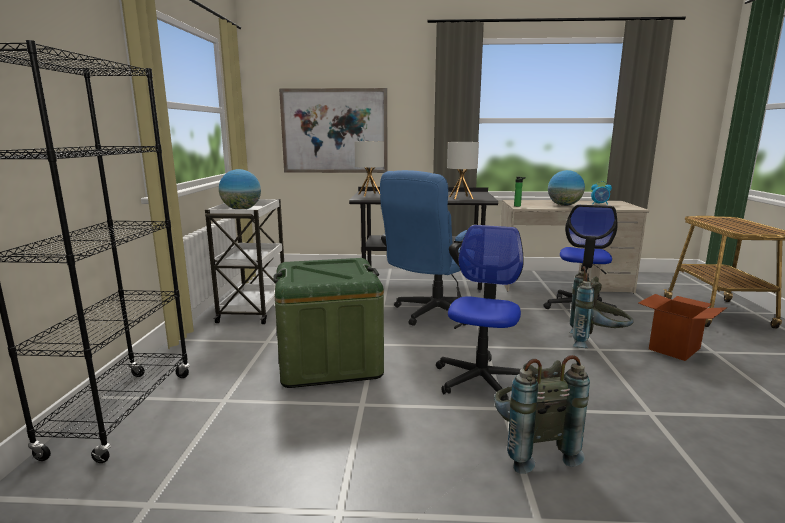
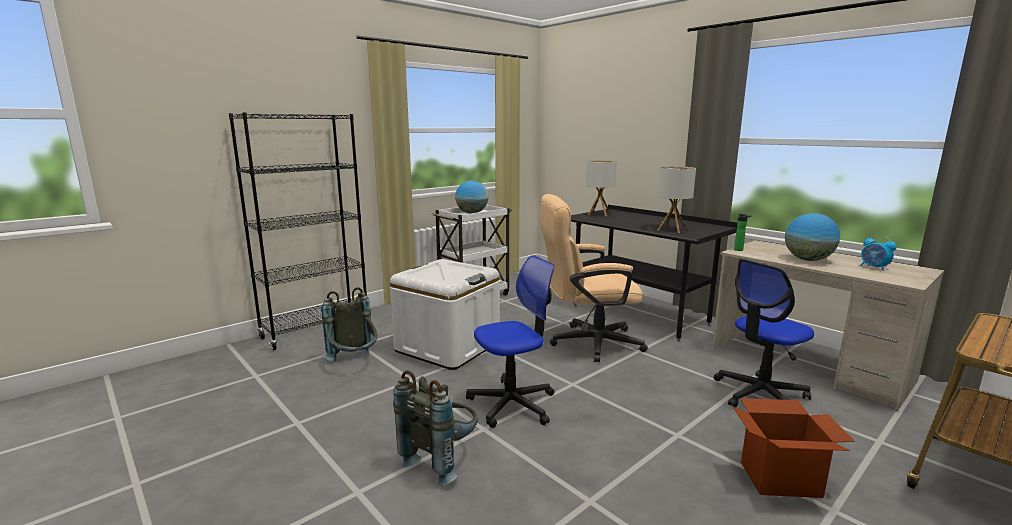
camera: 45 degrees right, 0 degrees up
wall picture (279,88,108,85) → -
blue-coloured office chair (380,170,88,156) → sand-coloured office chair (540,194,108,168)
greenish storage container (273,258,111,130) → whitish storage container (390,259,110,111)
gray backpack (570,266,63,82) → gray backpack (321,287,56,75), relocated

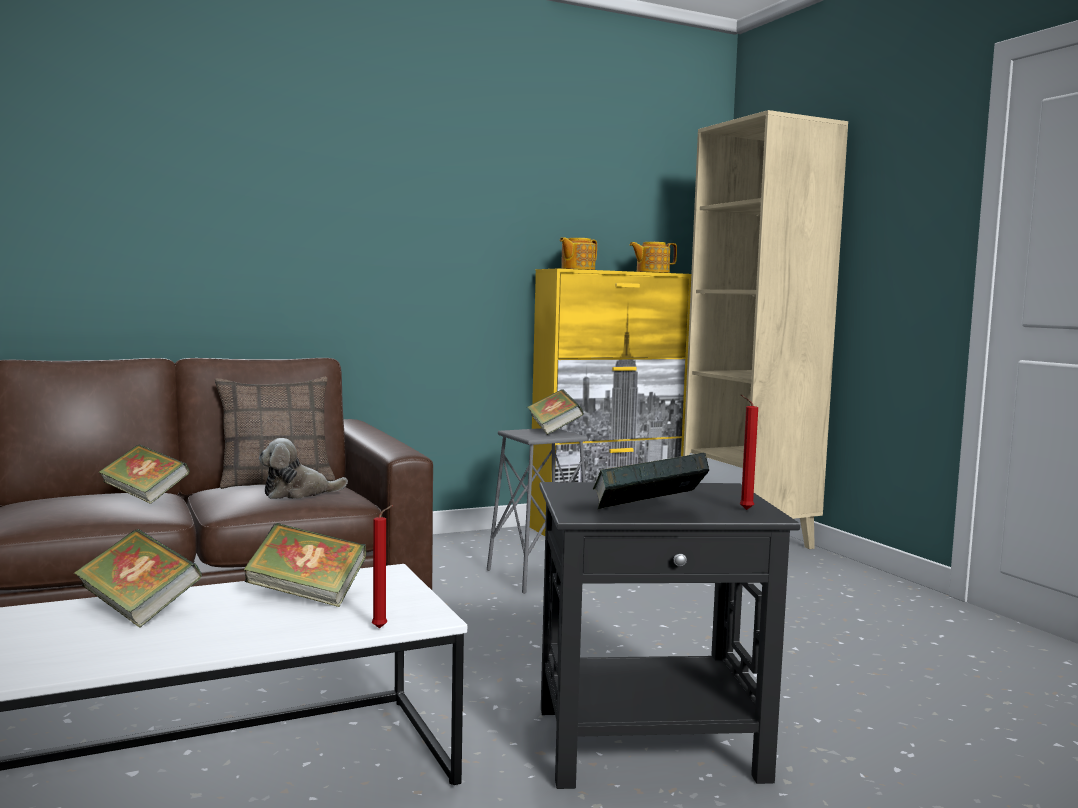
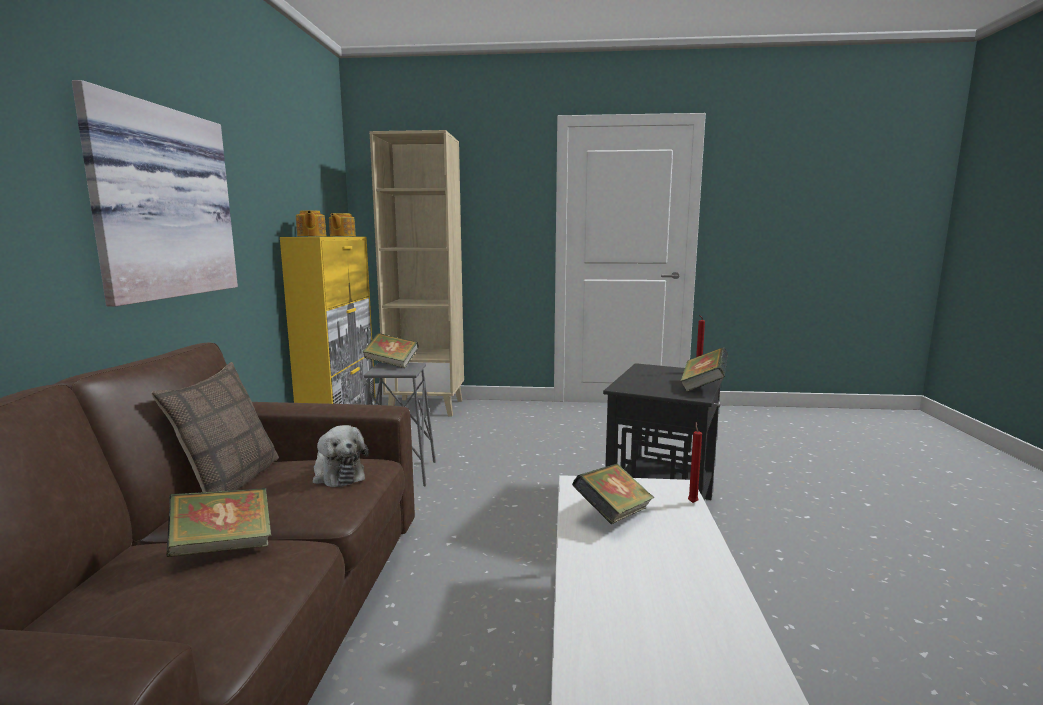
camera: 60 degrees left, 5 degrees up
cuddly toy (259,438,89,61) → cuddly toy (313,425,56,62), 45 degrees counterclockwise
bound book (73,529,129,99) → -
- → wall picture (72,80,166,226)

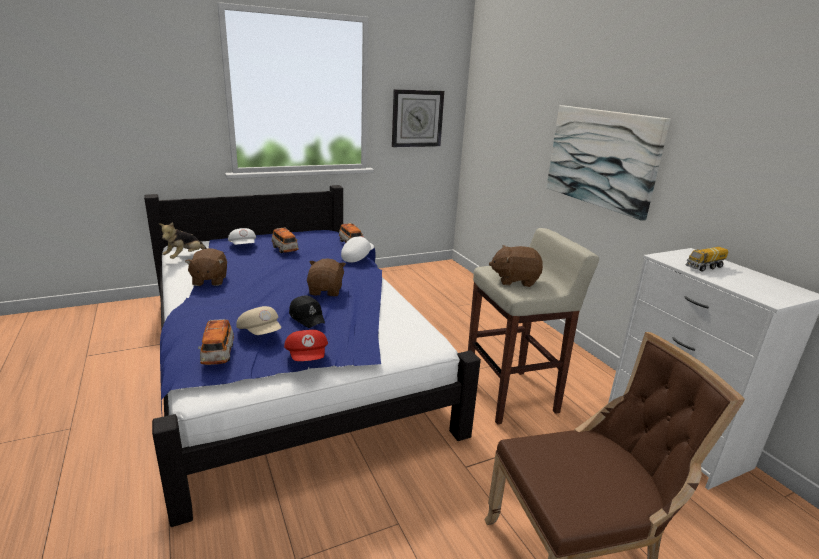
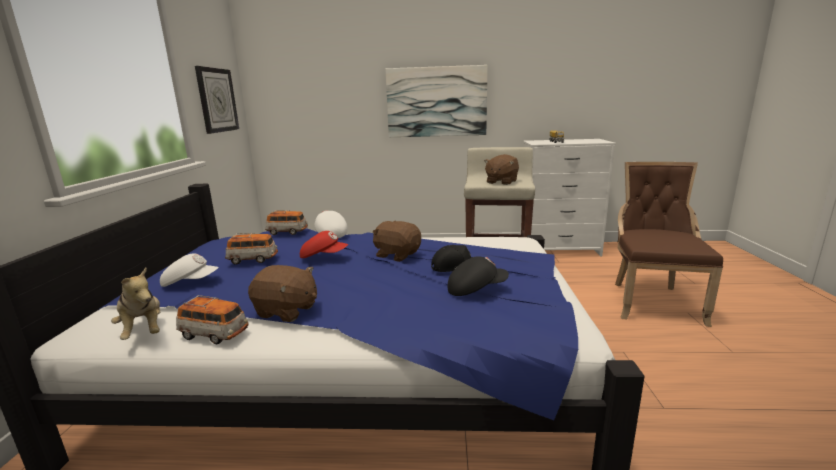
camera: 60 degrees left, 5 degrees down
sand-coloured baseball cap (236,306,45,29) → black-coloured baseball cap (448,256,61,40)
model car (198,319,36,46) → model car (176,295,73,49), relocated
red-coloured baseball cap (284,330,44,31) → red-coloured baseball cap (300,231,48,27), relocated

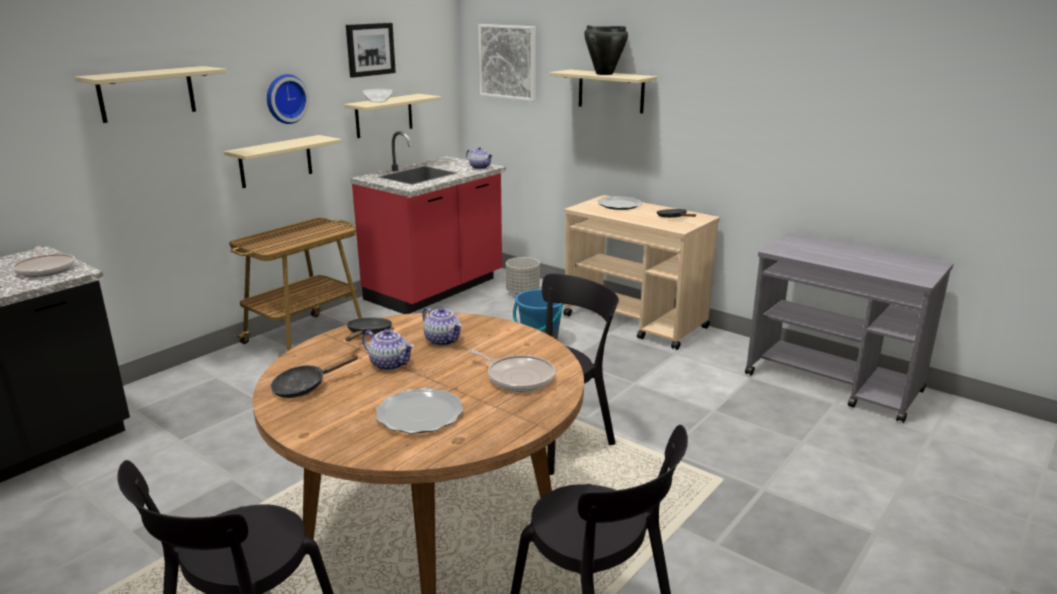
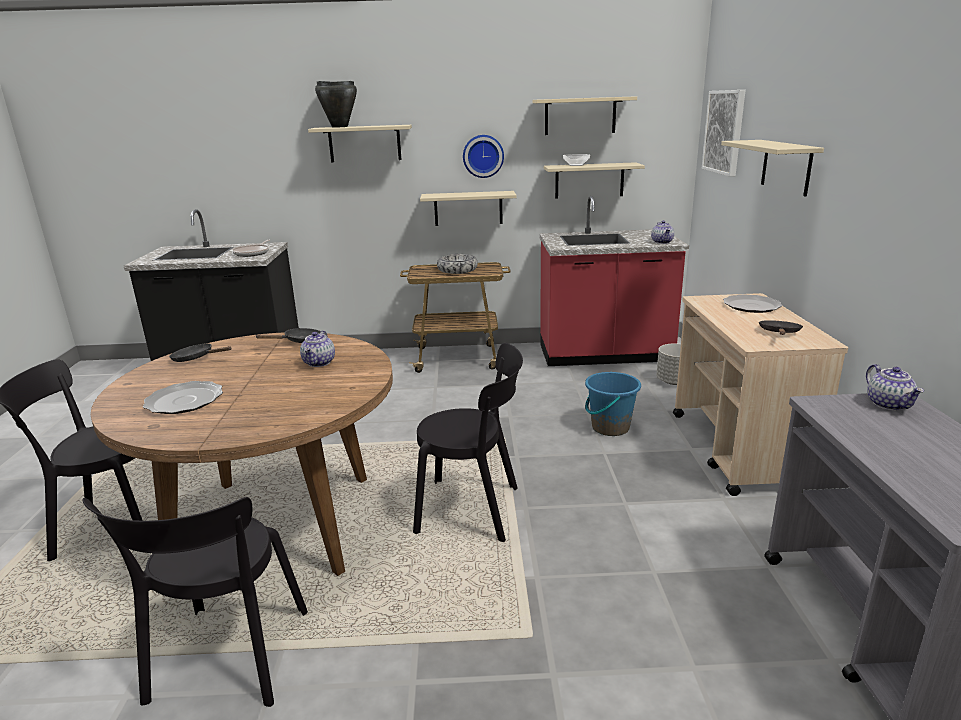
camera: 50 degrees right, 0 degrees up
wall picture (346,23,50,55) → sand-coloured wall shelf (533,96,104,39)
black-coloured cooking pot (584,25,44,50) → black-coloured cooking pot (315,81,42,47), relocated
teapot (362,329,52,42) → teapot (866,364,58,46), relocated
frying pan (468,349,87,43) → -
- → serving bowl (437,254,41,20)

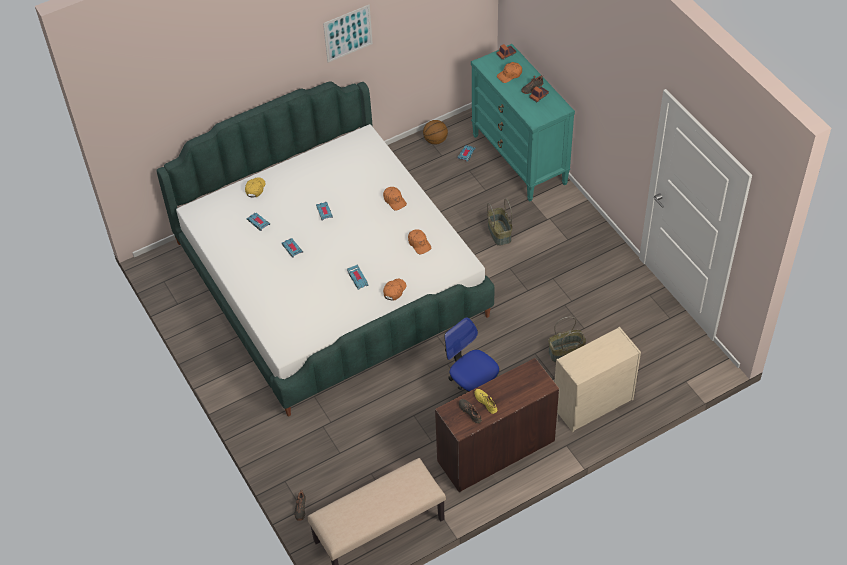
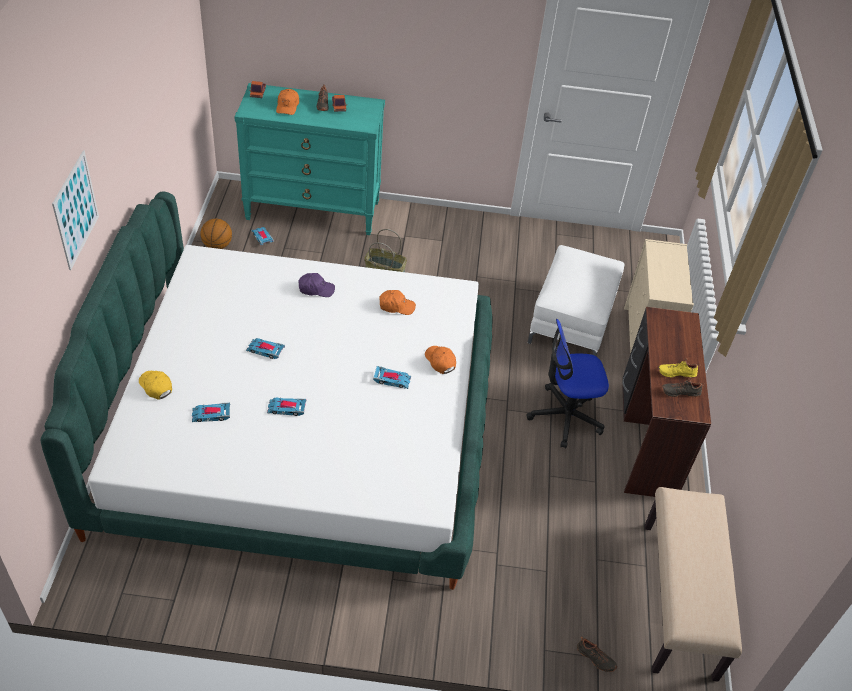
camera: 60 degrees left, 5 degrees down
wall picture (323,5,50,57) → wall picture (52,151,47,119), relocated
orangey baseball cap (383,187,24,24) → purple-coloured baseball cap (298,273,37,24)
storage basket (548,317,38,45) → whitish footrest (528,245,96,111)

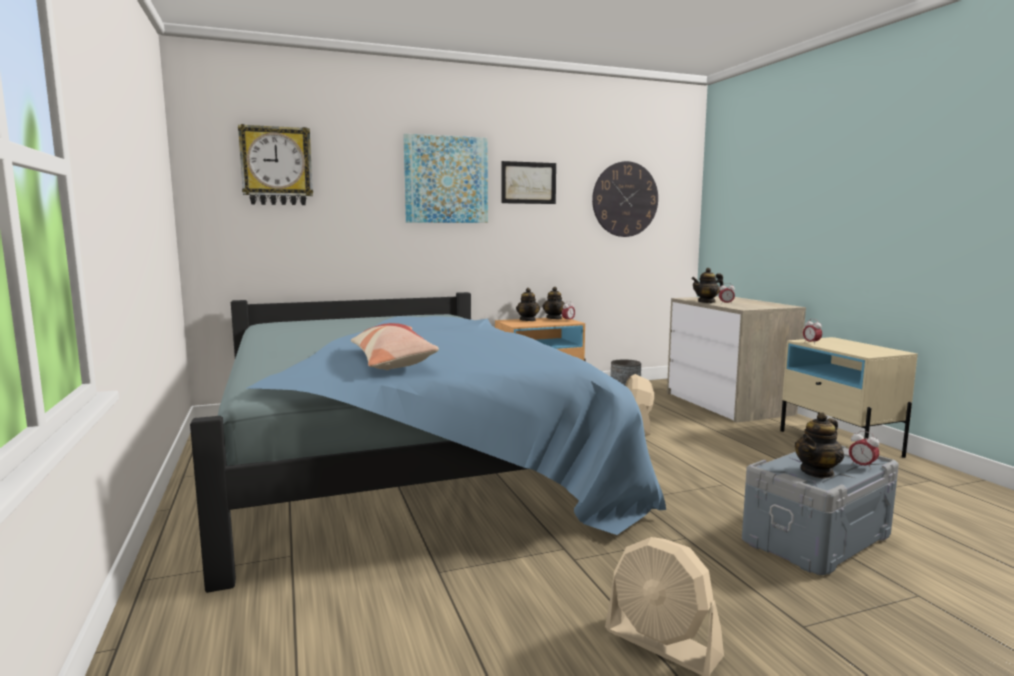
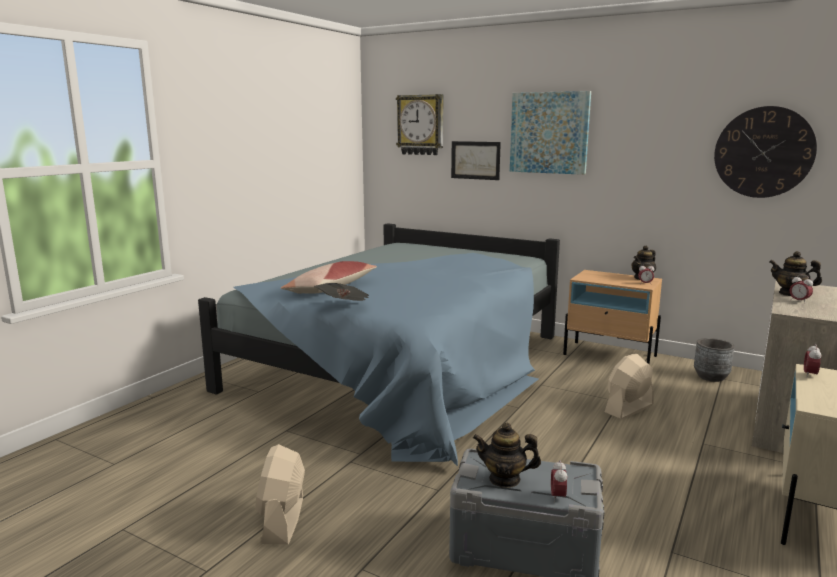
camera: 50 degrees right, 5 degrees up
wall picture (502,161,54,43) → wall picture (451,141,50,39), relocated
teapot (516,288,24,33) → -
- → newspaper (314,283,55,18)

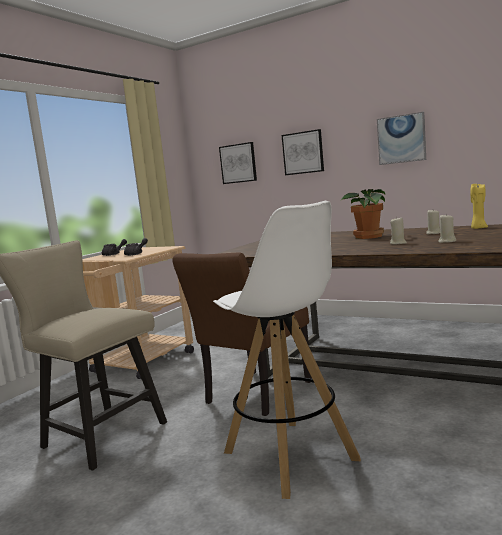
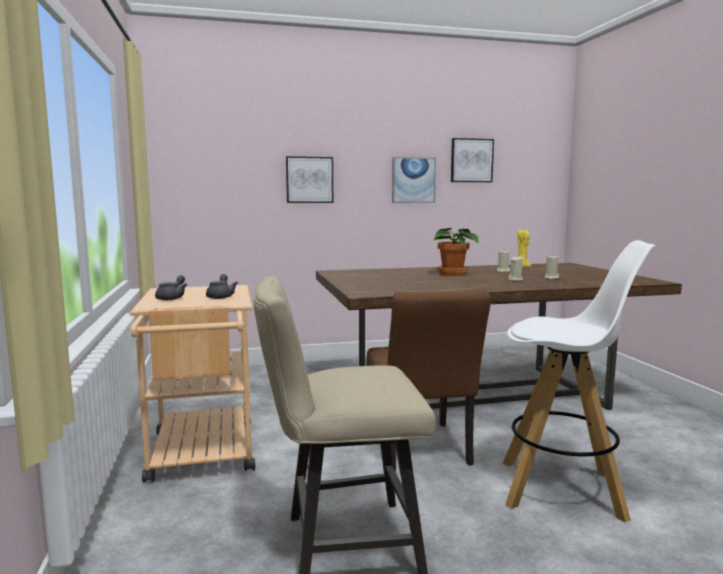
camera: 45 degrees left, 0 degrees up
wall picture (219,142,38,42) → wall picture (451,138,43,44), relocated

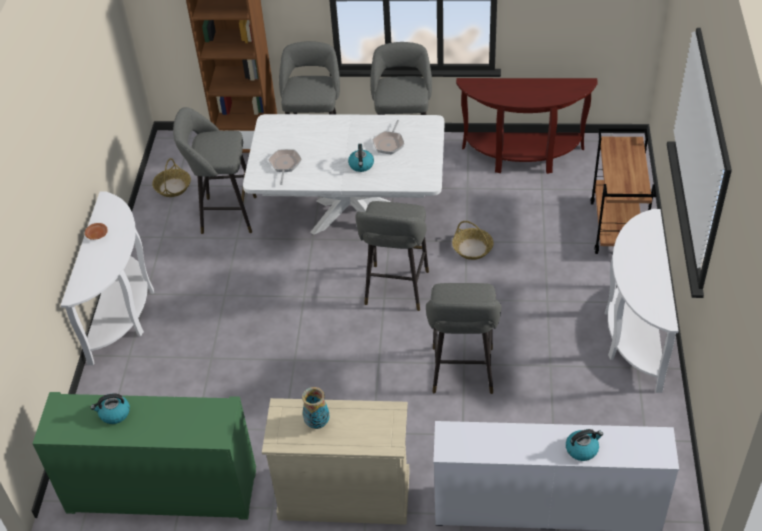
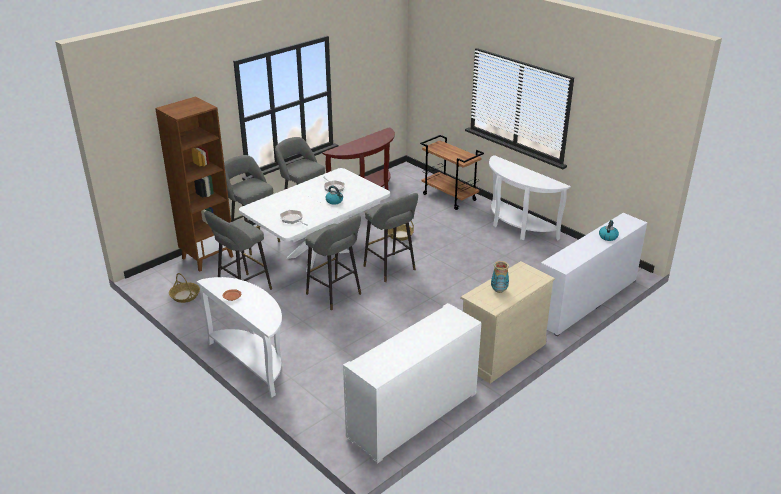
camera: 50 degrees left, 15 degrees down
gray stool seat (426,283,75,111) → gray stool seat (305,215,56,95), relocated
greenish cupboard (32,392,224,128) → whitish cupboard (343,303,139,161)
water kettle (91,393,39,31) → -

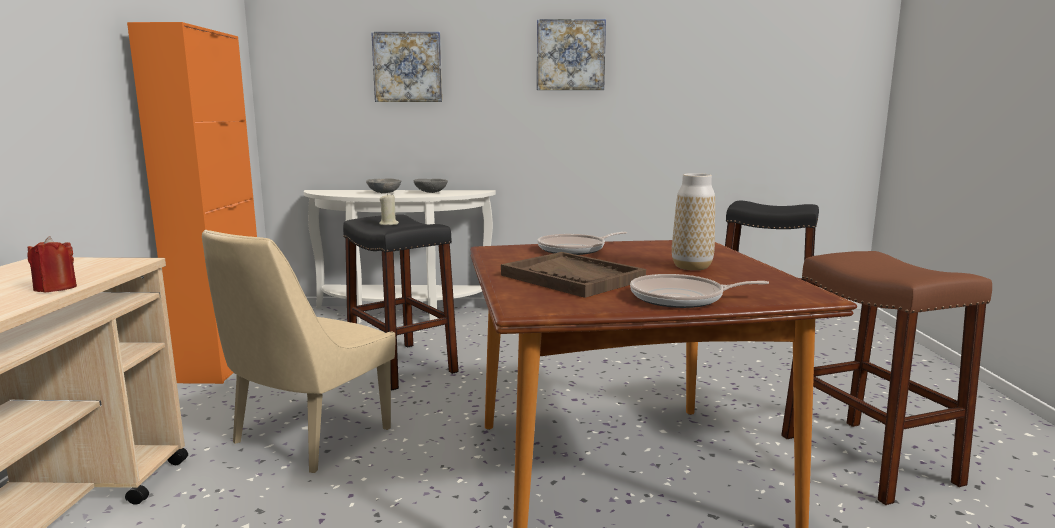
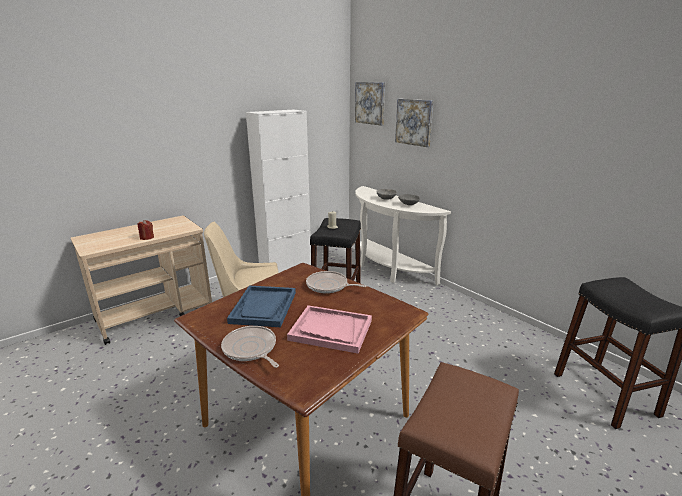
camera: 50 degrees right, 10 degrees up
wall picture (537,19,69,71) → wall picture (355,82,30,43), relocated
orangey cupboard (127,22,130,362) → whitish cupboard (246,110,65,163)
flower vase (672,173,43,97) → pinkish tray (287,305,85,49)
brown-coloured tray (501,252,145,46) → blue-coloured tray (227,285,69,42)

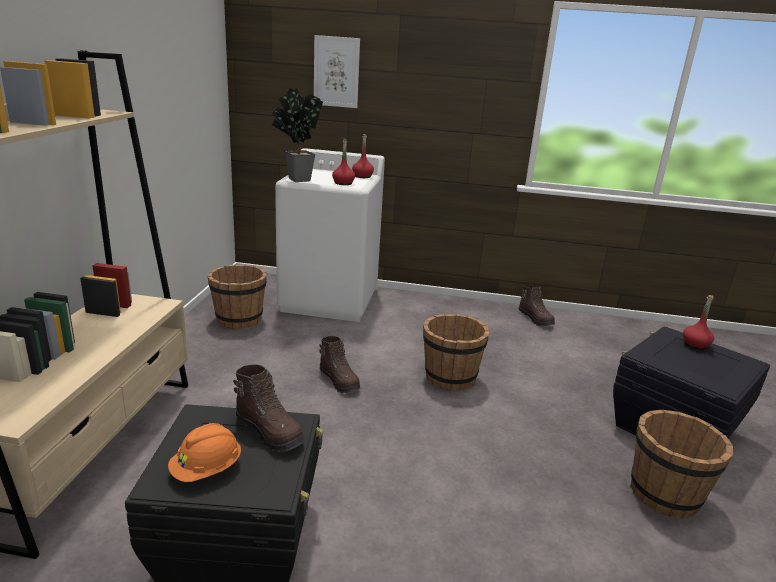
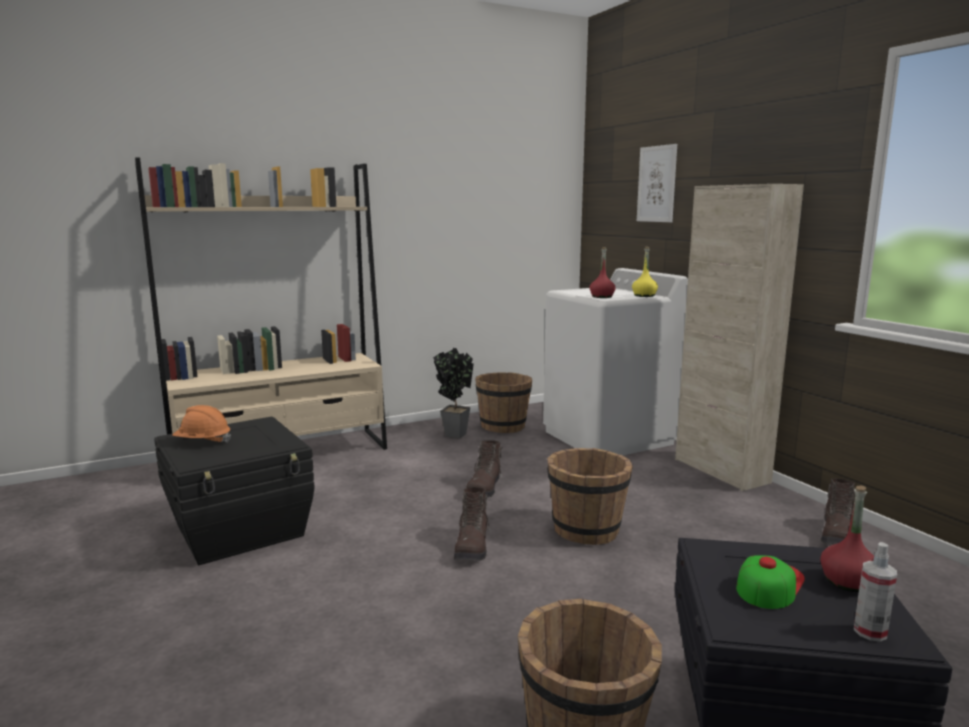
camera: 55 degrees right, 10 degrees down
plant in a pot (272,88,51,94) → plant in a pot (433,347,41,91), relocated
red-coloured drink bottle (352,134,22,44) → yellow-coloured drink bottle (632,247,26,50)
brown-coloured boot (233,365,71,88) → brown-coloured boot (454,487,37,74), relocated
- → sand-coloured cupboard (675,184,129,307)
- → sprayer (854,542,43,100)
- → baseball cap (736,555,69,54)

